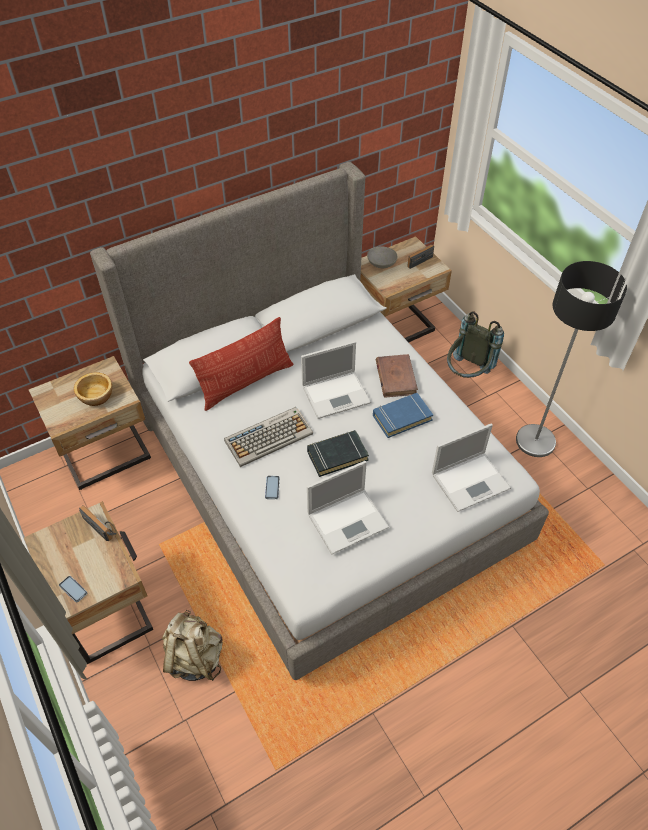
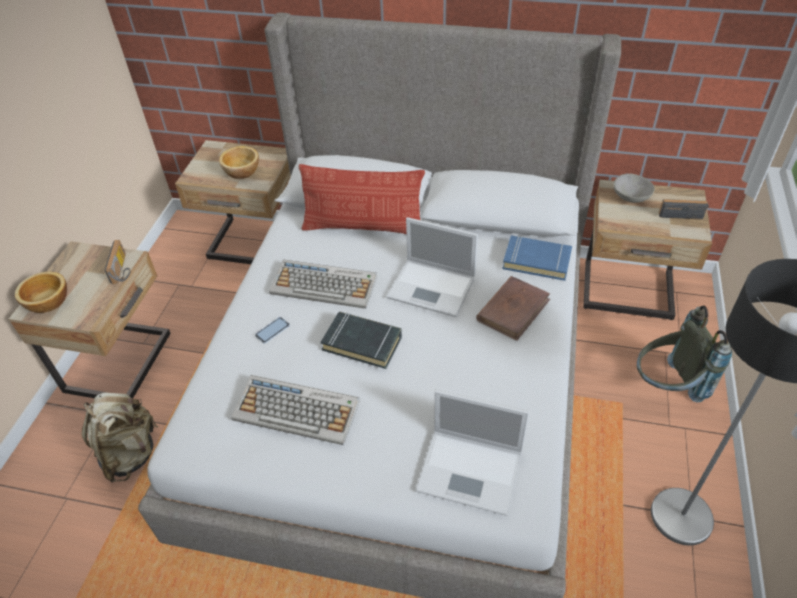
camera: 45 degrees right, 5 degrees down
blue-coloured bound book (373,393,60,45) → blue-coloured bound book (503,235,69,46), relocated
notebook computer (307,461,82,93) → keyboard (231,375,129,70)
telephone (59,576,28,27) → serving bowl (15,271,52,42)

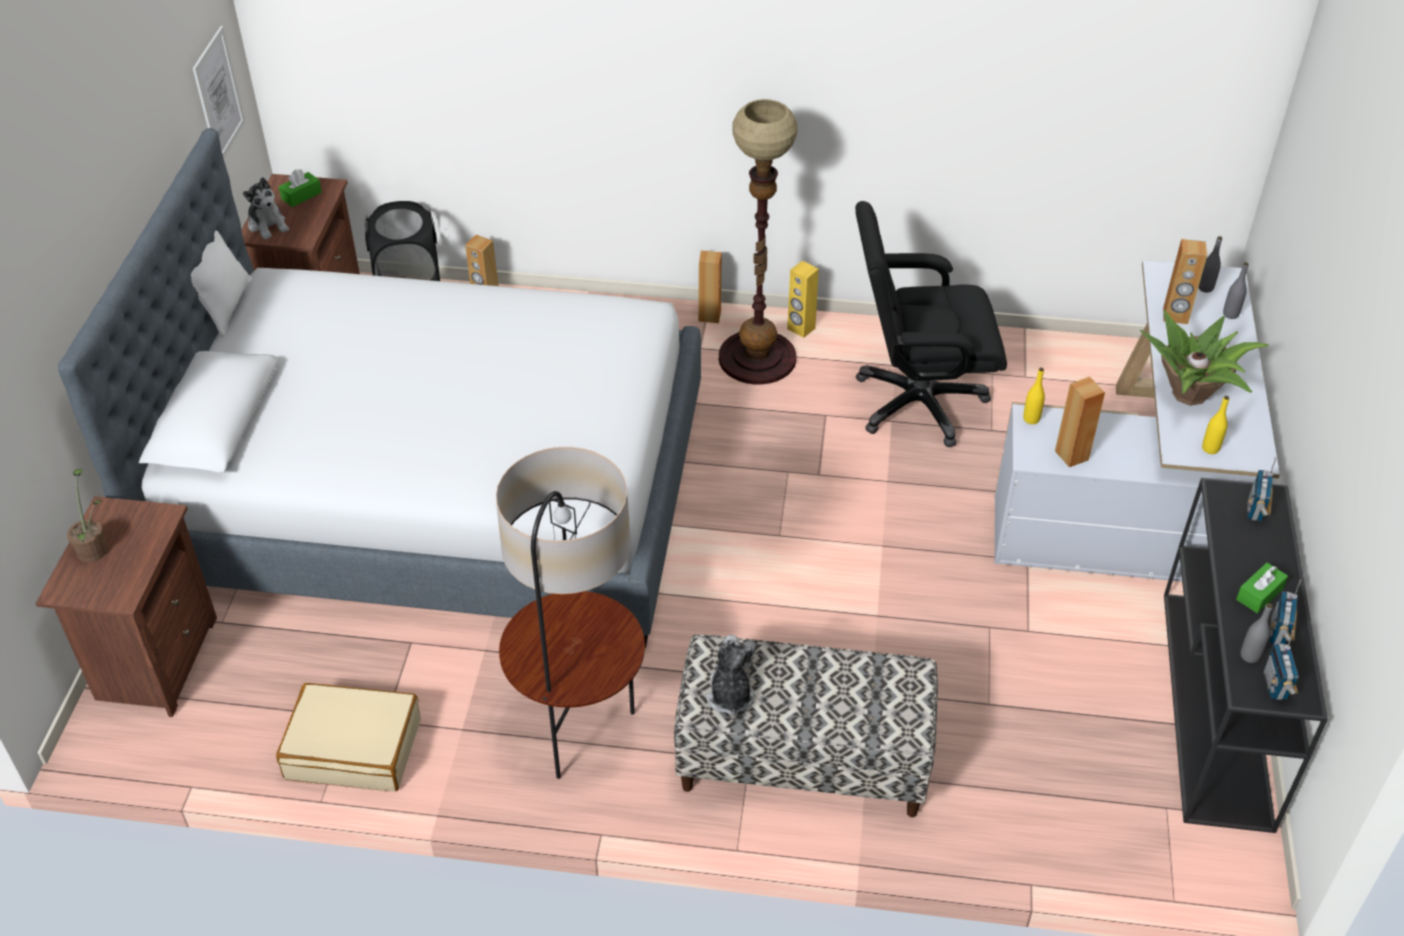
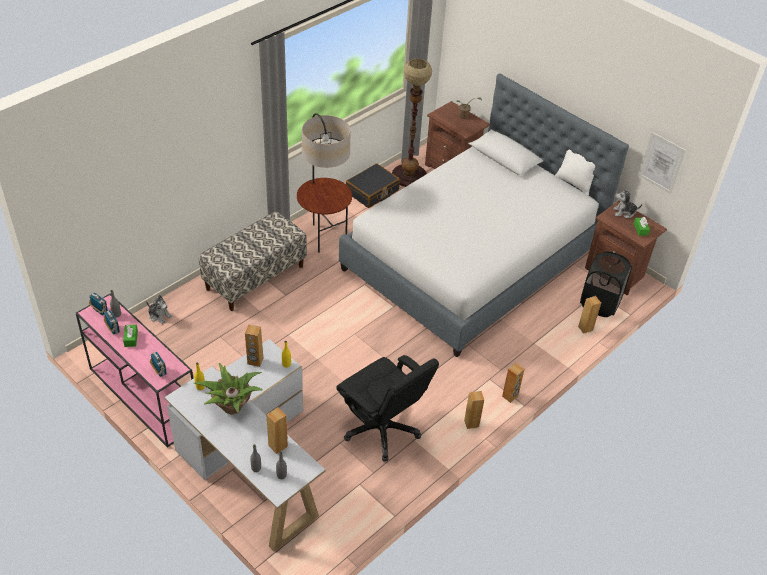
camera: 125 degrees right, 0 degrees up
standard lamp (719,99,79,285) → standard lamp (392,59,40,128), relocated
black-coloured office chair (855,201,152,247) → black-coloured office chair (336,355,103,106), 105 degrees clockwise
yellow-coloured speaker (787,261,32,77) → brown-coloured speaker (464,391,20,38)
black-coloured console table (1164,478,164,355) → pinkish console table (76,294,117,154)
cuddly toy (706,635,49,80) → cuddly toy (146,295,26,29), relocated
sand-coloured piece of luggage (276,683,145,109) → black-coloured piece of luggage (346,164,54,44)

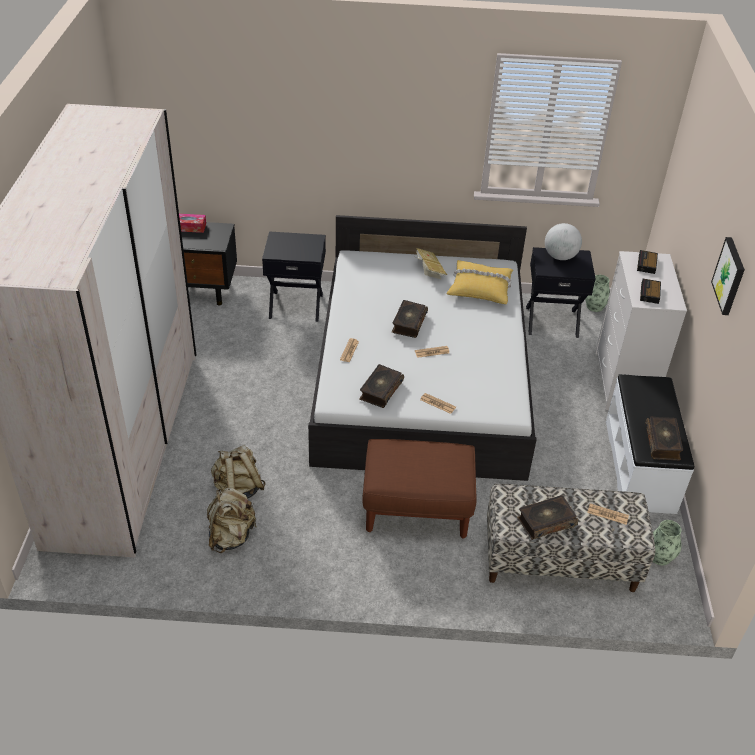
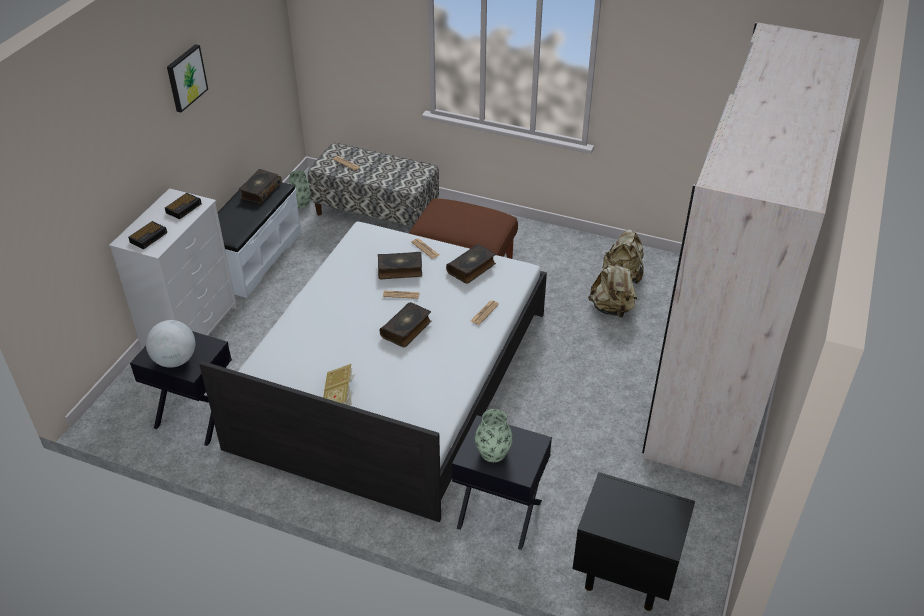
camera: 160 degrees left, 0 degrees up
tissue holder (179,214,27,19) → -
yellow-coloured cushion (447,260,66,44) → -
flower vase (585,275,25,37) → flower vase (475,409,38,53), relocated
bound book (517,495,61,45) → bound book (378,252,44,27), relocated

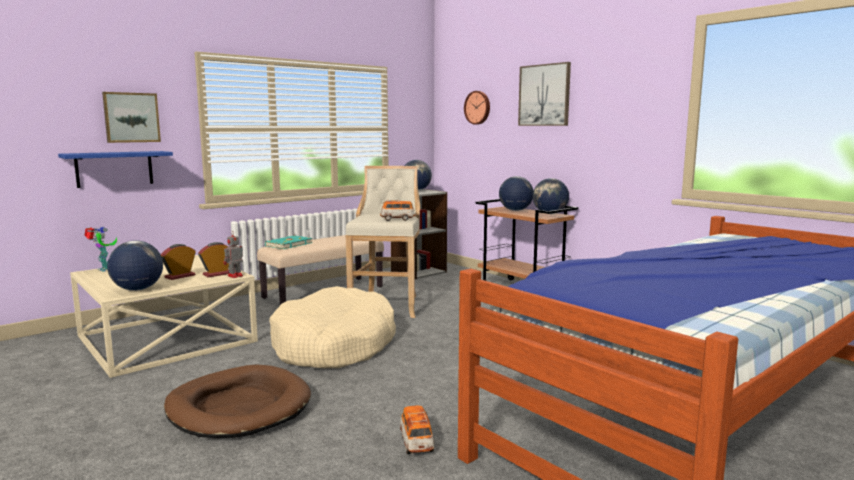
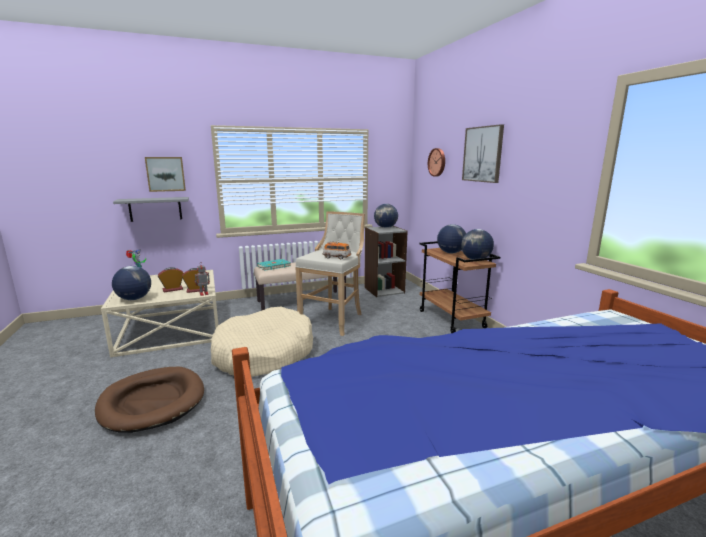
camera: 20 degrees right, 5 degrees up
blue-coloured wall shelf (58,151,115,37) → gray wall shelf (113,197,76,25)
model car (399,405,36,49) → -

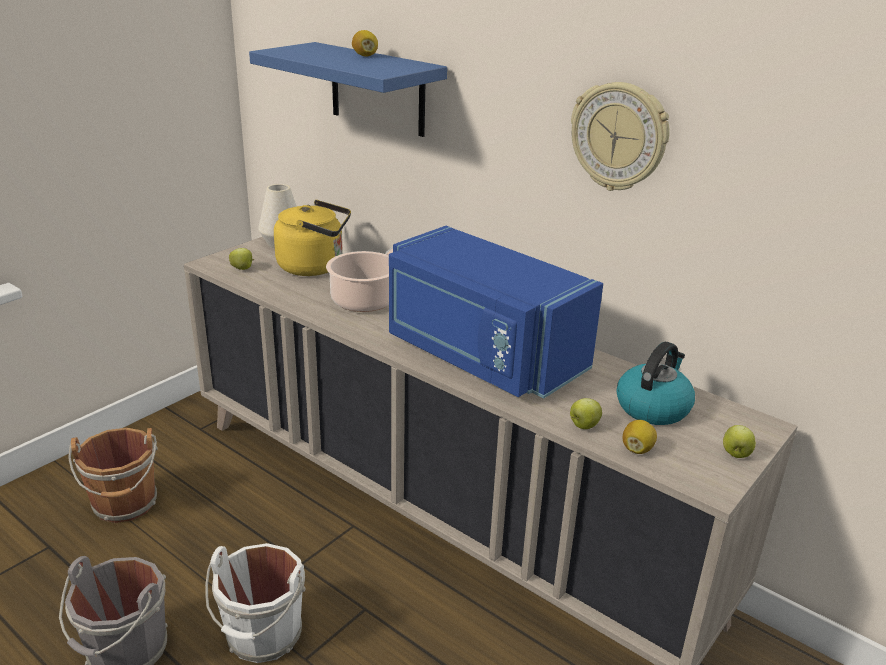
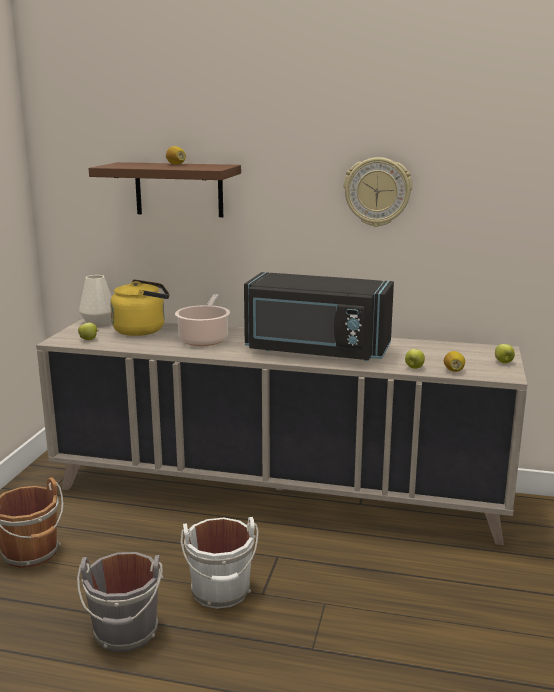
camera: 25 degrees left, 10 degrees down
blue-coloured wall shelf (249,42,198,95) → brown-coloured wall shelf (89,162,152,55)
blue-coloured kitchen microwave (389,226,214,172) → black-coloured kitchen microwave (244,272,150,89)
water kettle (617,342,78,83) → -

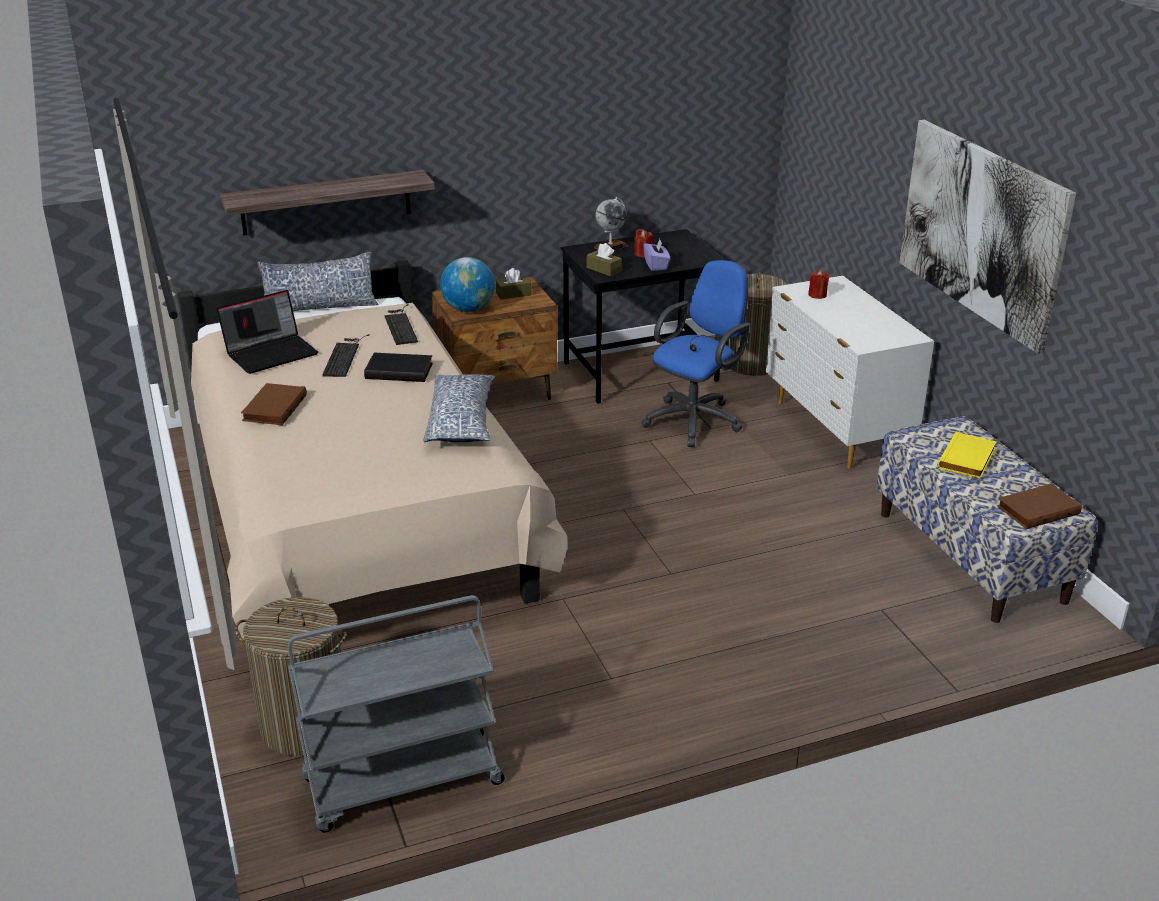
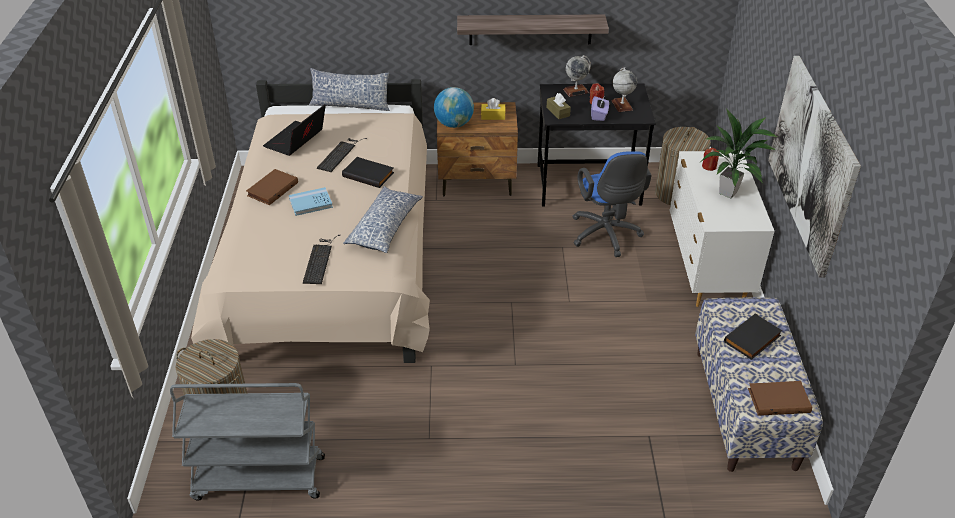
camera: 20 degrees right, 10 degrees up
wall shelf (220,170,215,65) → wall shelf (457,14,152,31), relocated
blue-coloured office chair (641,260,108,187) → blue-coloured office chair (572,151,80,106), 105 degrees clockwise
brown-coloured tissue holder (496,268,35,31) → yellow-coloured tissue holder (481,98,25,22)
notebook computer (217,290,101,84) → notebook computer (263,104,63,52), 135 degrees clockwise
keyboard (385,304,33,41) → keyboard (303,234,37,50), relocated
yellow-coloured bound book (938,432,59,47) → black-coloured bound book (724,313,58,47)
- → globe (612,68,25,44)
- → plant in a pot (701,108,76,90)
- → blue-coloured bound book (289,187,44,29)

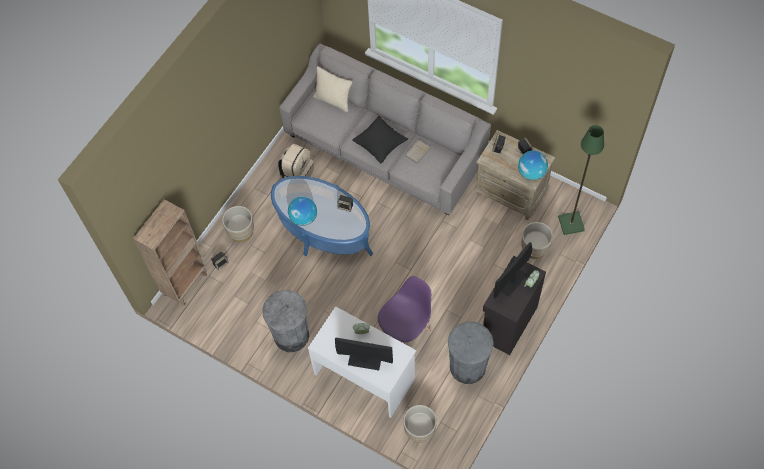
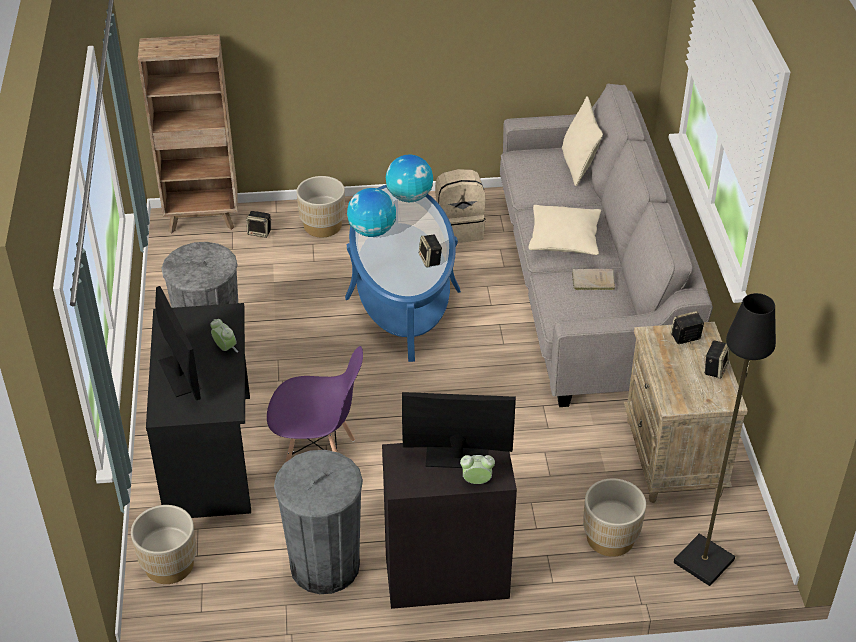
camera: 50 degrees right, 20 degrees down
black-coloured cushion (352,116,56,47) → sand-coloured cushion (528,205,73,50)
greenish standard lamp (558,125,46,110) → black-coloured standard lamp (674,293,102,293)
globe (518,151,30,29) → globe (386,155,47,47), relocated
whitish desk table (308,306,108,112) → black-coloured desk table (146,303,105,215)

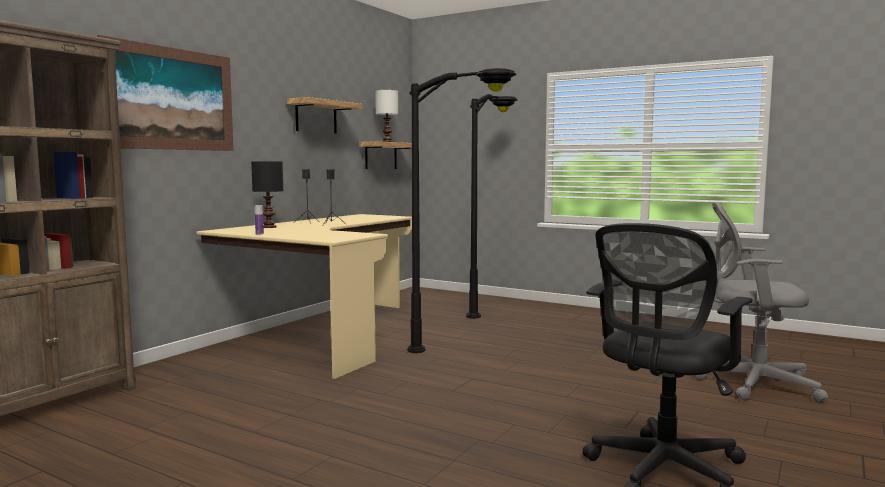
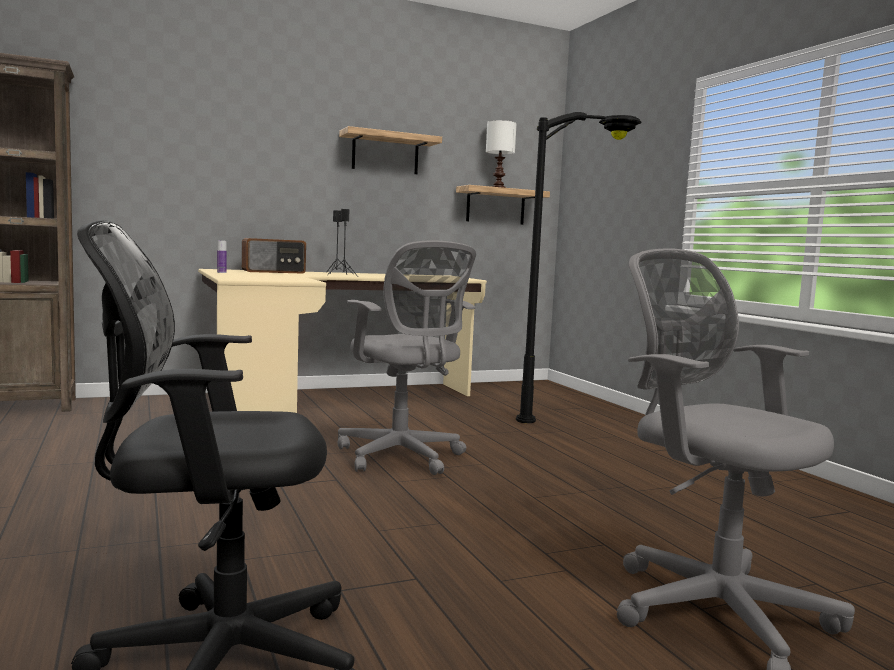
camera: 35 degrees right, 0 degrees up
wall picture (97,35,137,116) → -
black-coloured standard lamp (407,68,109,285) → gray office chair (338,240,138,235)
black-coloured table lamp (251,161,32,67) → radio set (242,238,64,35)

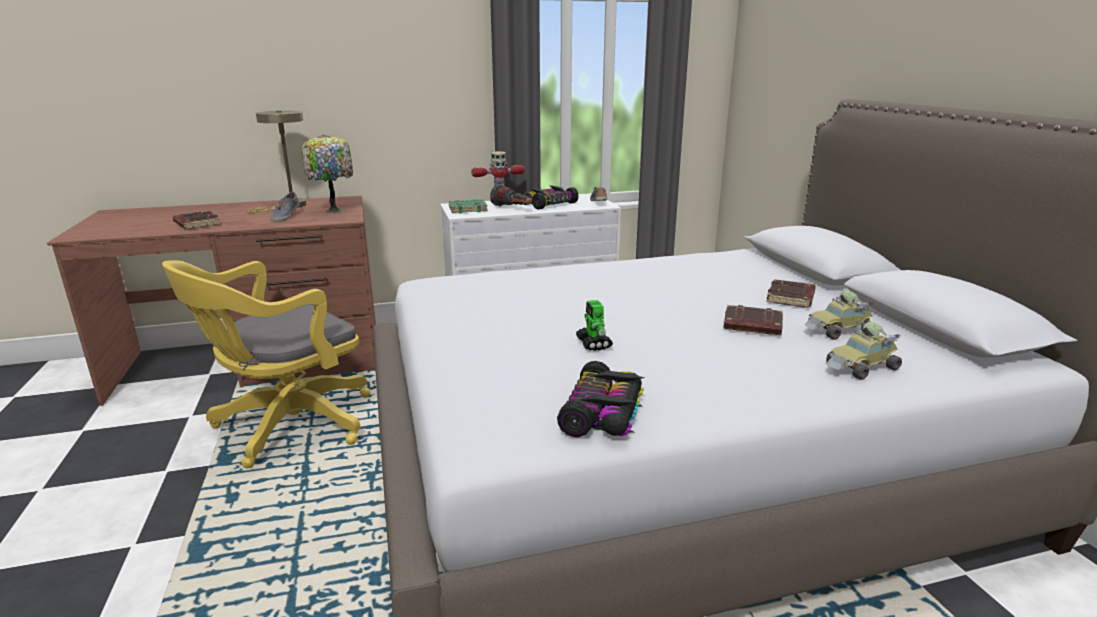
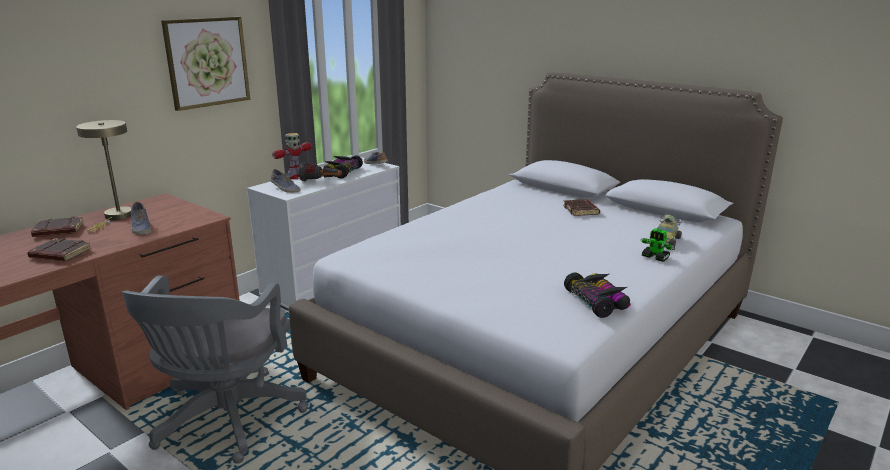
camera: 35 degrees left, 0 degrees up
table lamp (301,134,52,79) → -
greenish bound book (449,199,39,14) → shoe (270,169,30,24)
yellow-coloured office chair (162,260,209,208) → gray office chair (122,275,186,189)
model car (804,291,69,49) → -
toy robot (576,300,37,51) → toy robot (640,228,35,34), relocated
brown-coloured bound book (724,305,59,30) → brown-coloured bound book (31,217,53,20), relocated
- → wall picture (161,17,89,94)

